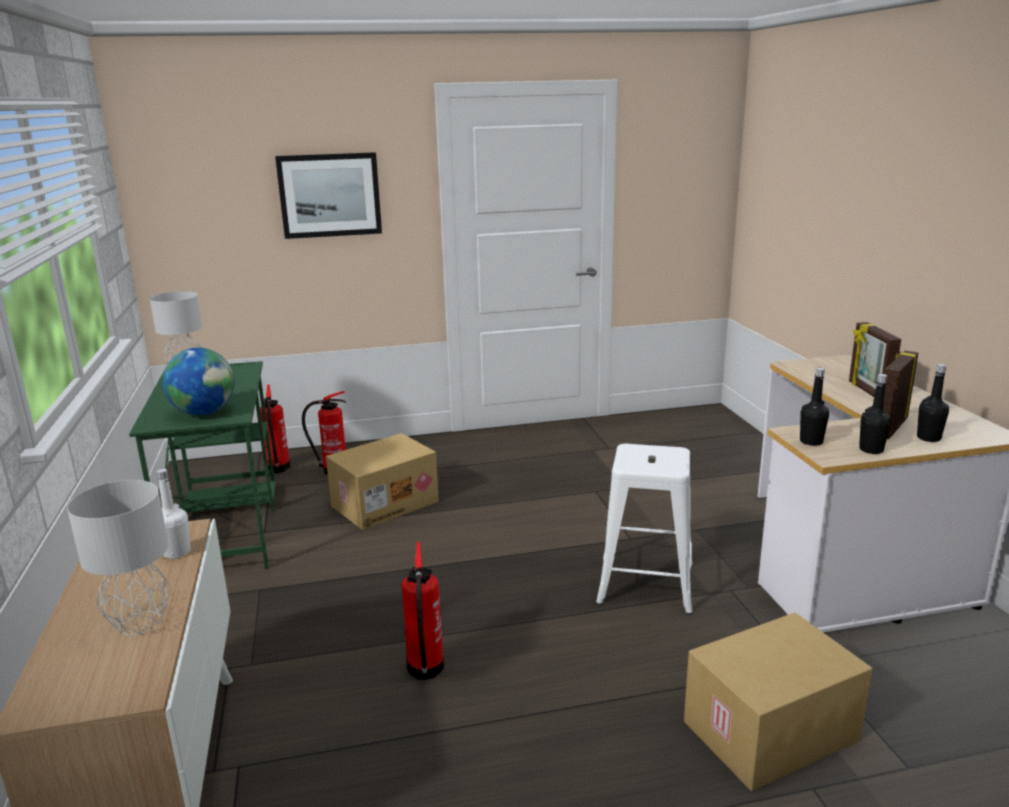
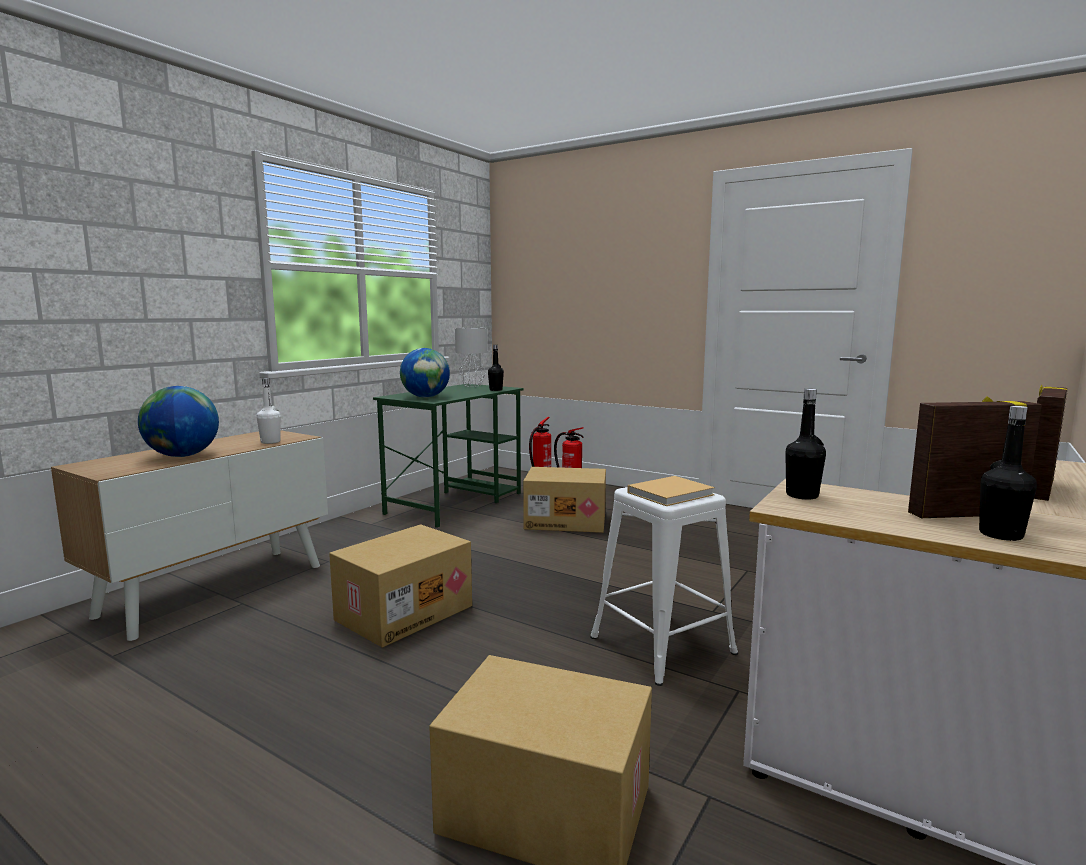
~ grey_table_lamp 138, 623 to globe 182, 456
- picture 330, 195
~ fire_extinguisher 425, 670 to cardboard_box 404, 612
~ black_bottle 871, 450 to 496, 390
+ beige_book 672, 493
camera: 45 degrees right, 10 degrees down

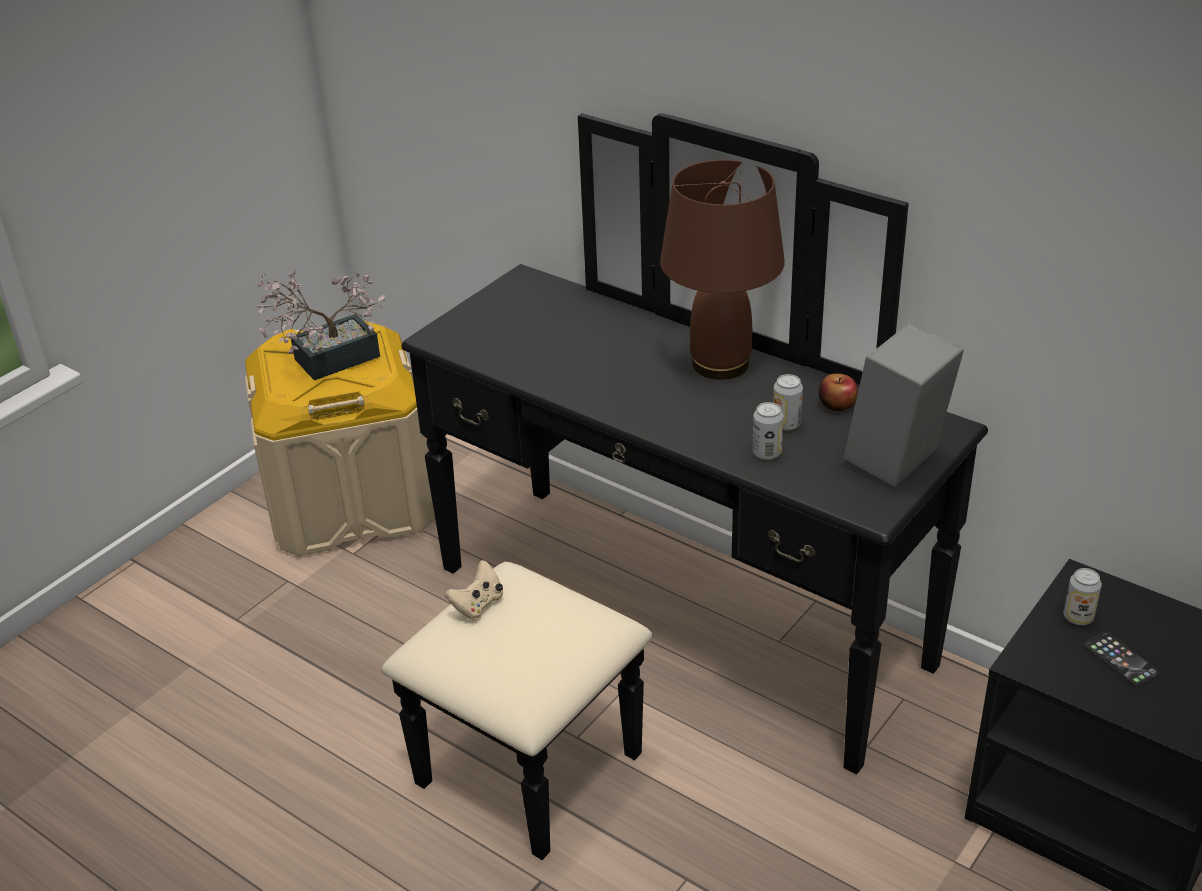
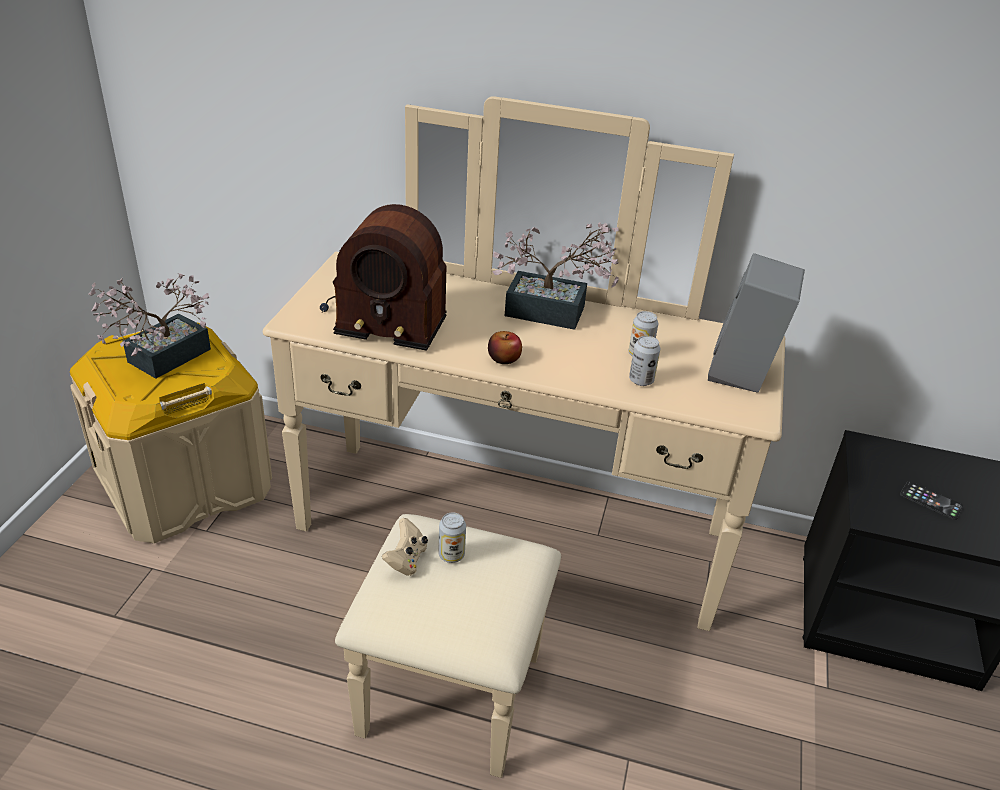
~ black_dresser 649, 648 to beige_dresser 502, 562
~ brown_table_lamp 719, 364 to potted_plant 554, 313
~ apple 837, 404 to 504, 358
~ can 1078, 617 to 451, 555
+ radio 383, 312
camera: 25 degrees left, 0 degrees up

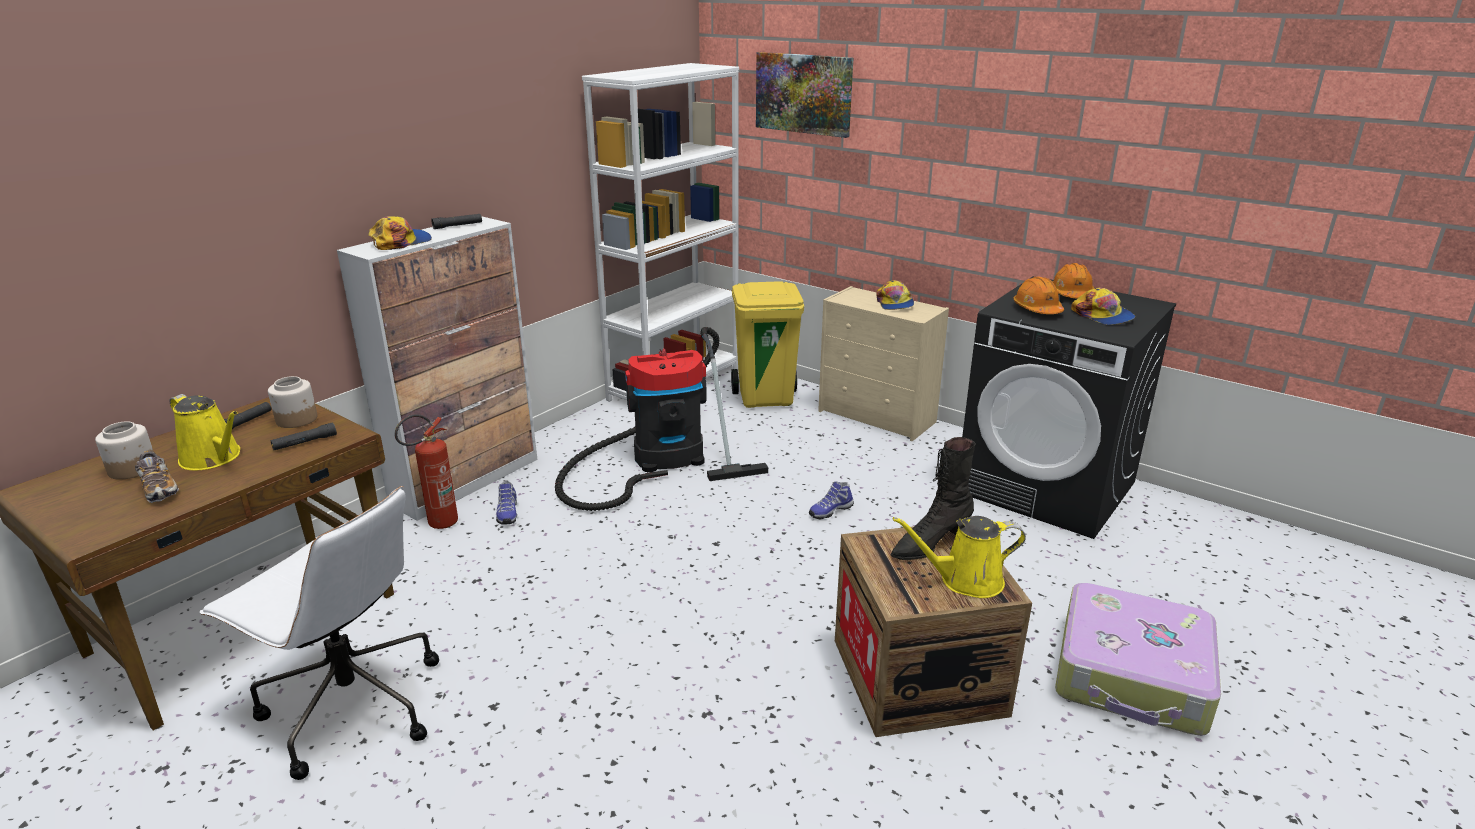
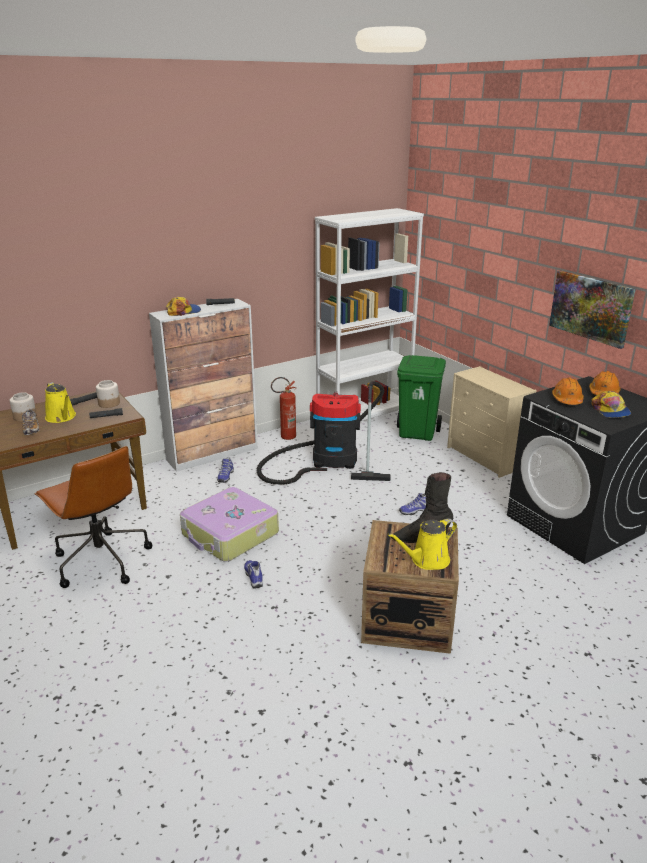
~ white_office_chair 350, 708 to brown_office_chair 100, 560
~ fire_extinguisher 437, 525 to 285, 437
~ yellow_trash_can 766, 398 to green_trash_can 418, 433
~ picture 804, 93 to 591, 308
- cap 894, 303
~ yellow_watering_can 965, 580 = 427, 560 45 degrees counterclockwise
~ suitcase 1132, 676 to 229, 535
+ shoe 254, 577
camera: 20 degrees right, 0 degrees up

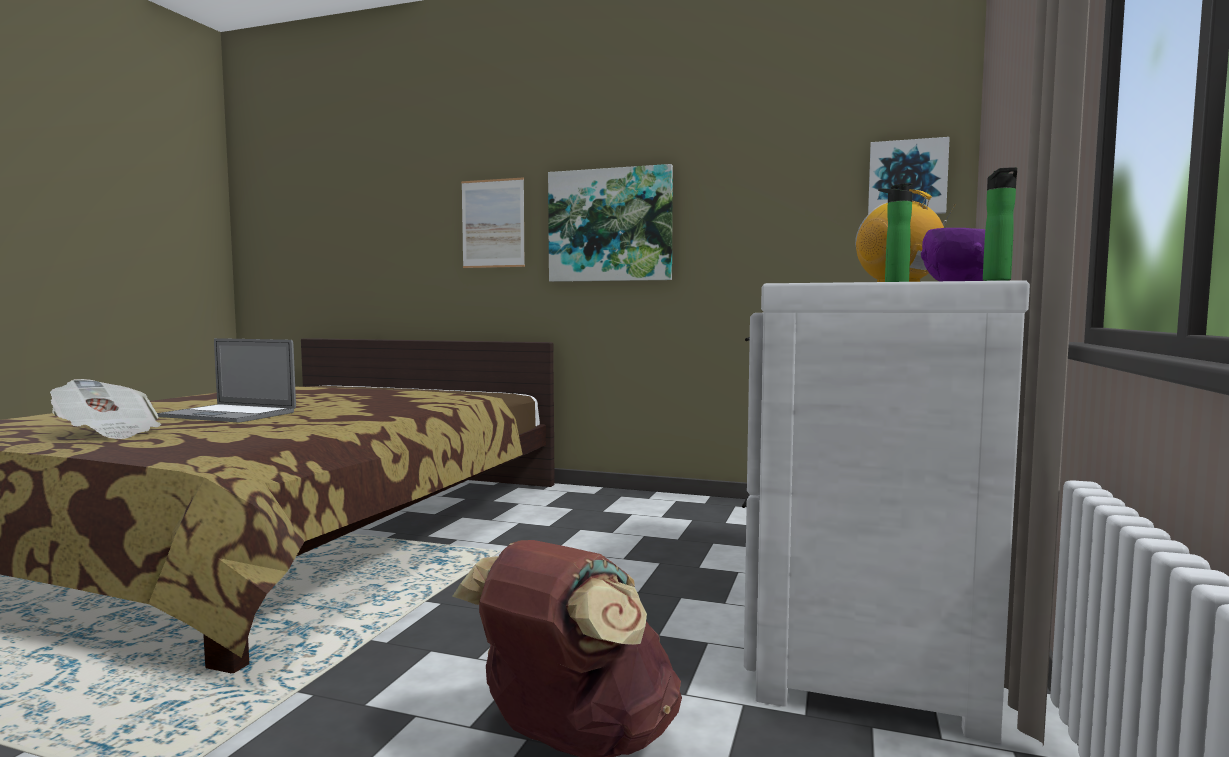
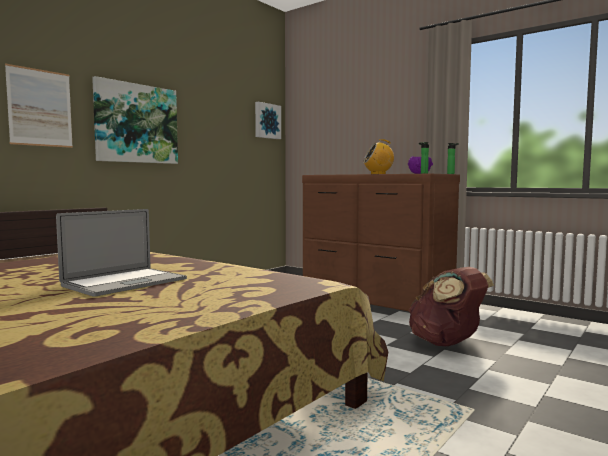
- newspaper 108, 433
~ white_dresser 858, 622 to brown_dresser 375, 301
camera: 70 degrees left, 0 degrees up

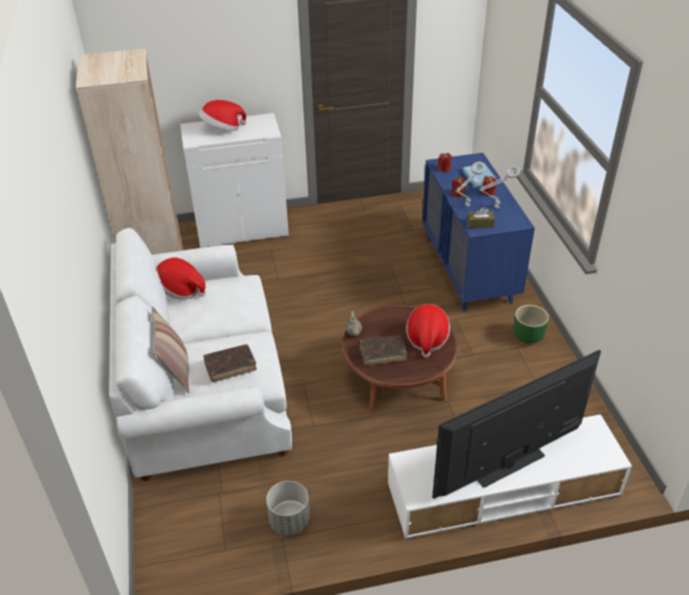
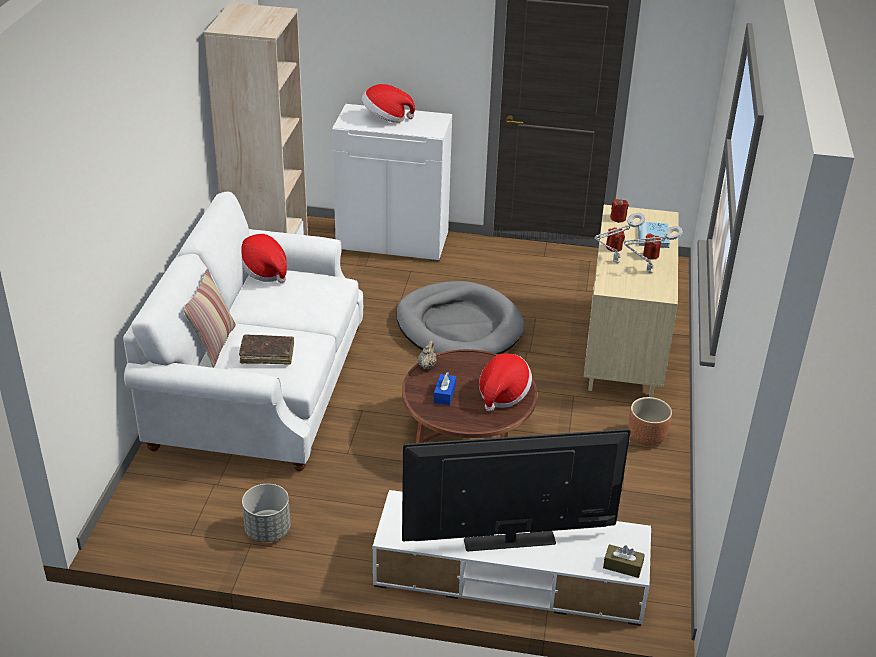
~ brown_book 382, 353 to blue_tissue_box 444, 394
~ blue_dresser 468, 270 to beige_dresser 624, 349
~ brown_tissue_box 480, 224 to 622, 566
~ green_planter 528, 336 to brown_planter 647, 437
+ grey_dog_bed 459, 326
camera: 20 degrees right, 5 degrees down

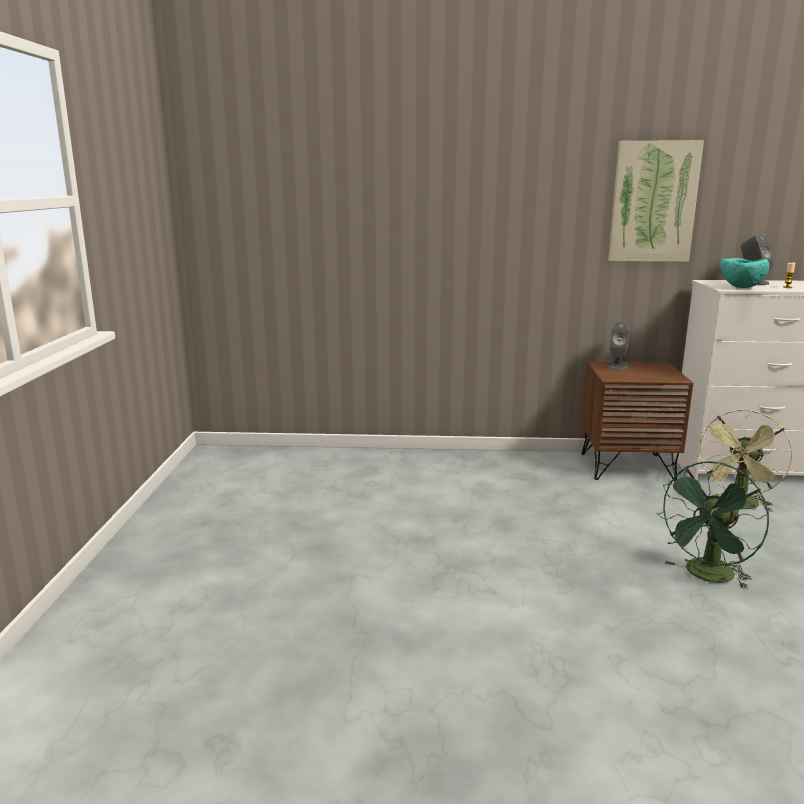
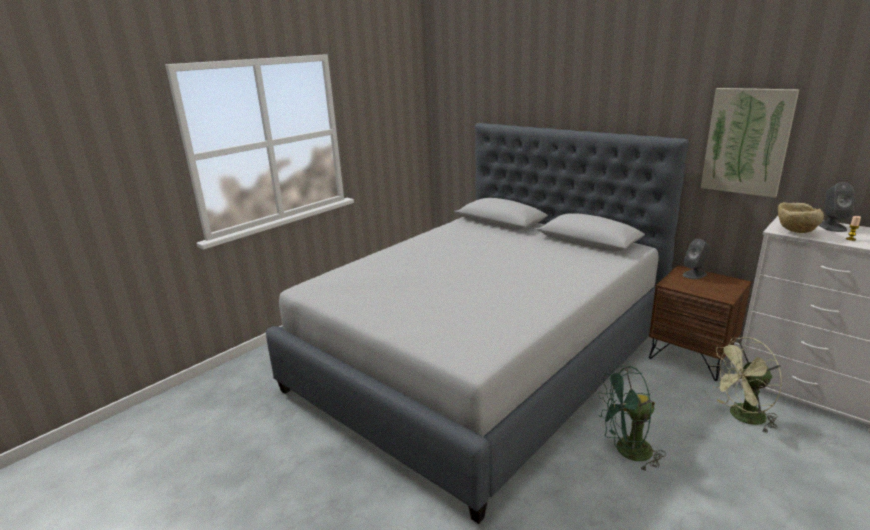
~ turquoise_bowl 740, 288 to beige_bowl 794, 232
+ grey_bed 481, 360
camera: 40 degrees right, 5 degrees up

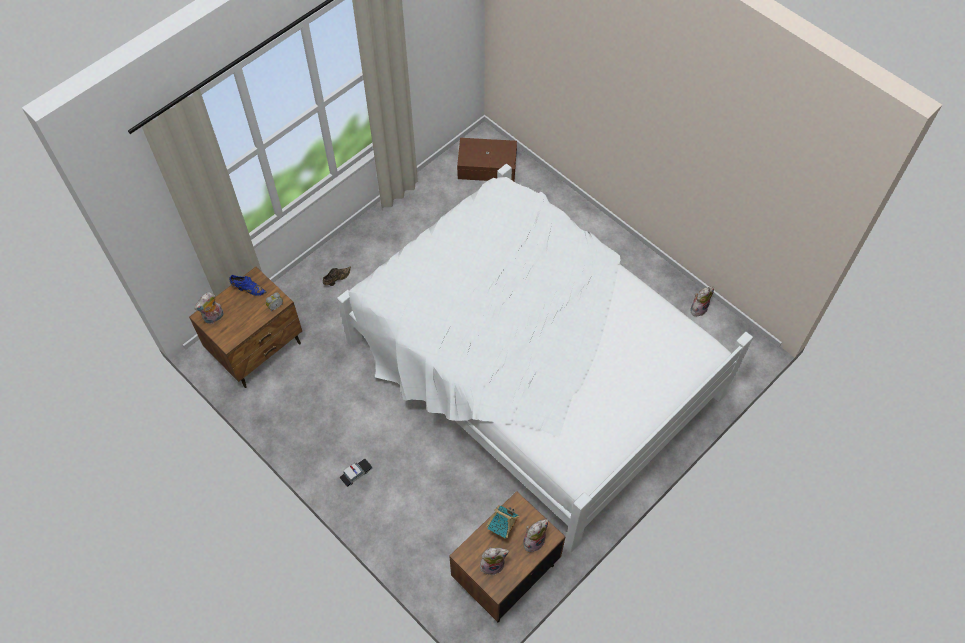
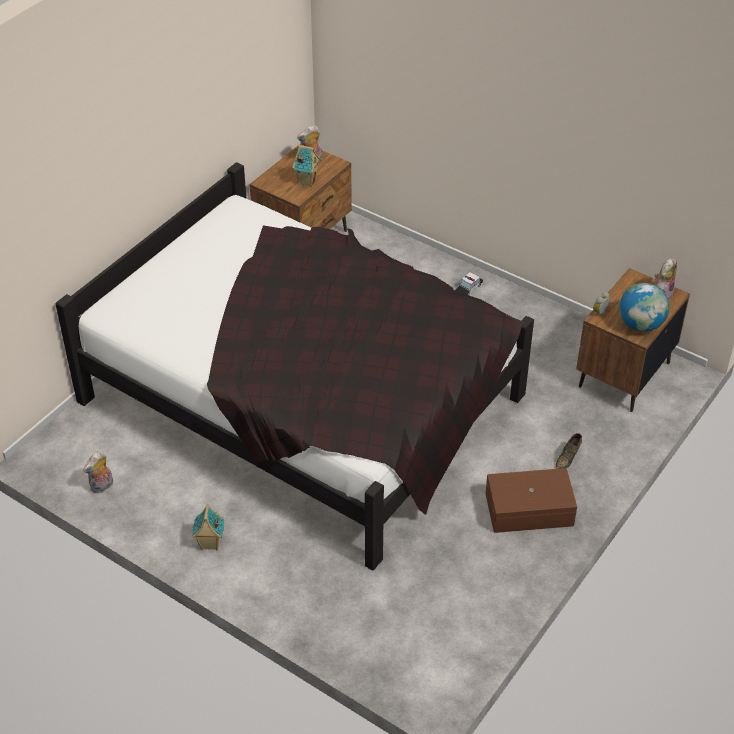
~ blue_shoe 248, 289 to globe 640, 325
~ white_bed 531, 367 to black_bed 305, 398
~ brown_storage_box 486, 165 to 530, 510
- plush_toy 533, 540
+ toy_house 210, 544
camera: 170 degrees right, 15 degrees down

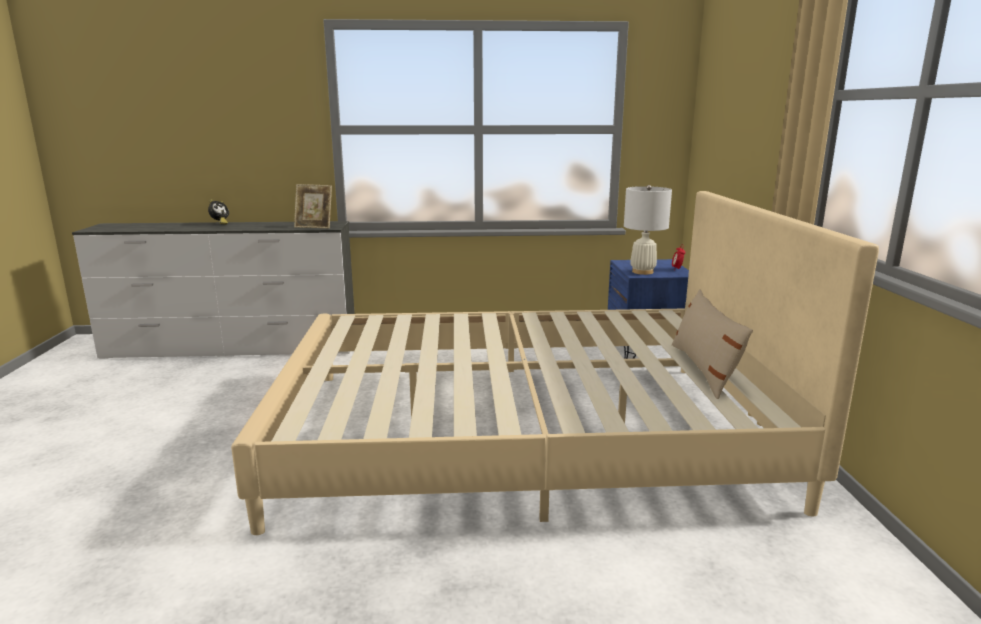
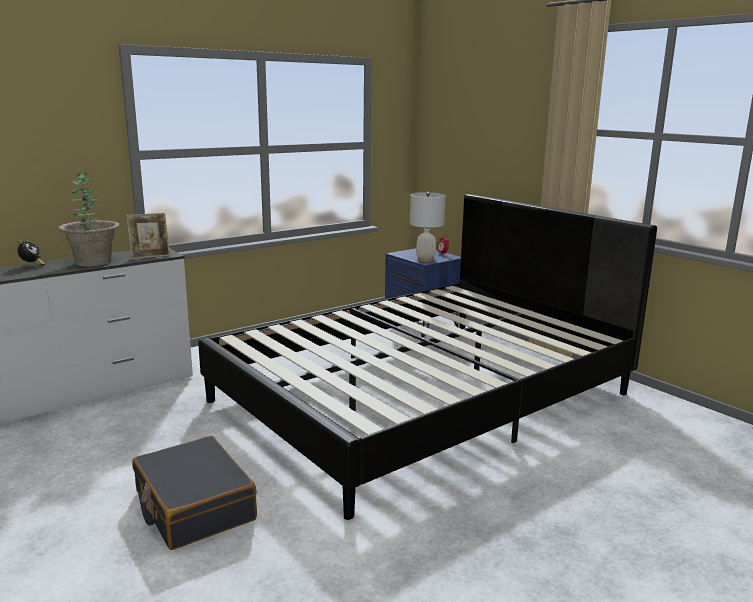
~ beige_bed 523, 434 to black_bed 423, 397
- beige_pillow 704, 369
+ potted_plant 93, 262
+ black_suitcase 194, 506
camera: 35 degrees left, 0 degrees up

